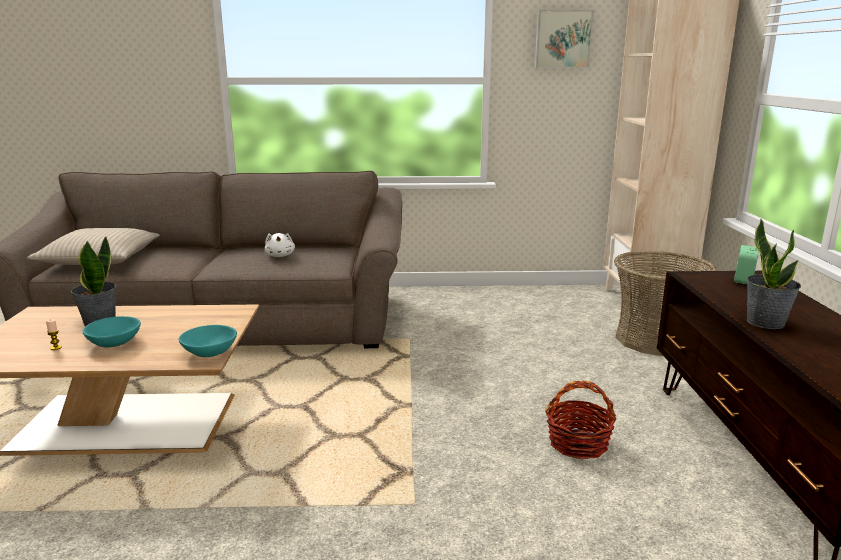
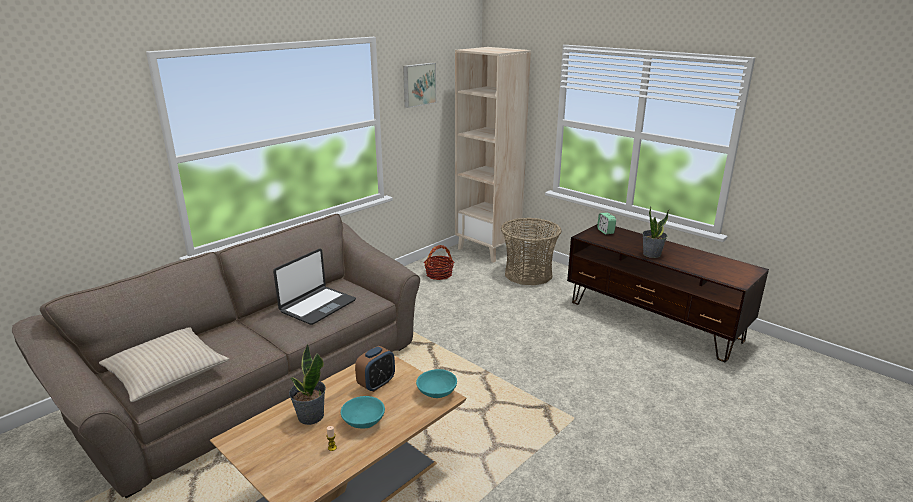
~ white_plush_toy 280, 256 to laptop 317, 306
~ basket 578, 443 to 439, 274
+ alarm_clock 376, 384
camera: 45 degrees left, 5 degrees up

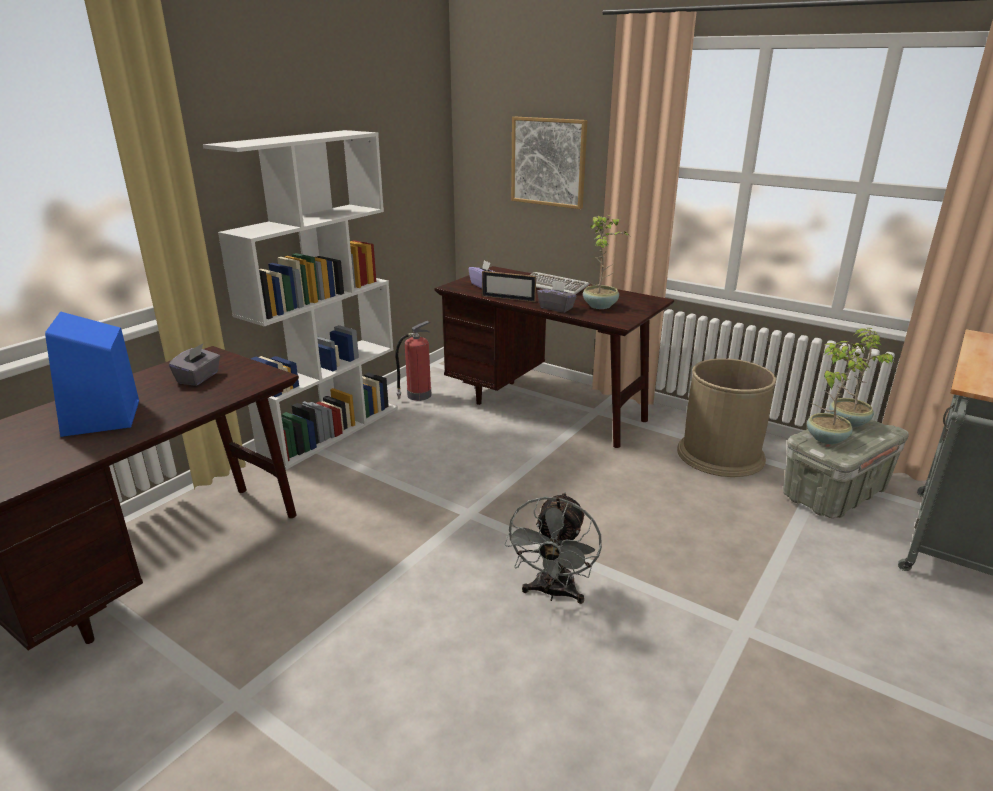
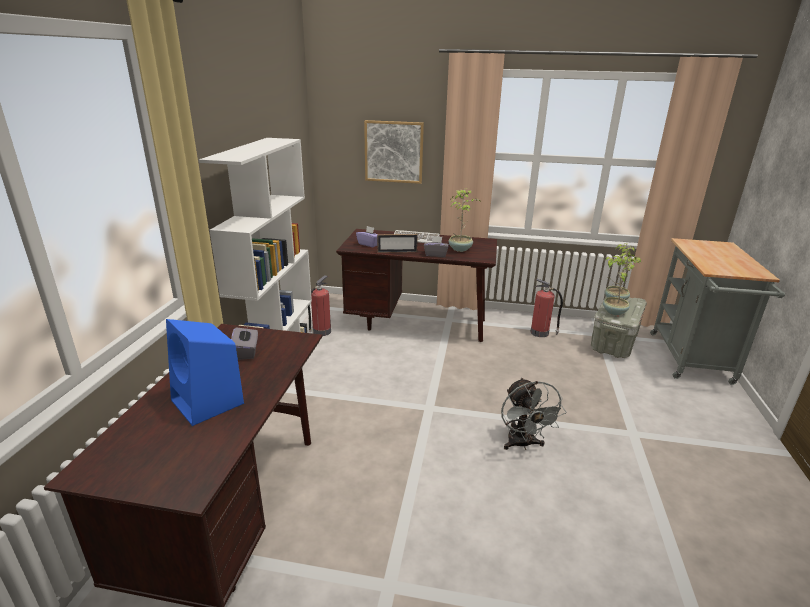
~ brown_trash_can 720, 454 to fire_extinguisher 540, 333
camera: 25 degrees left, 0 degrees up

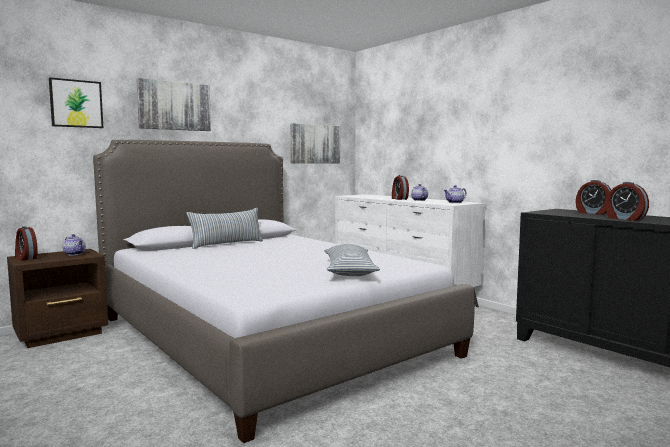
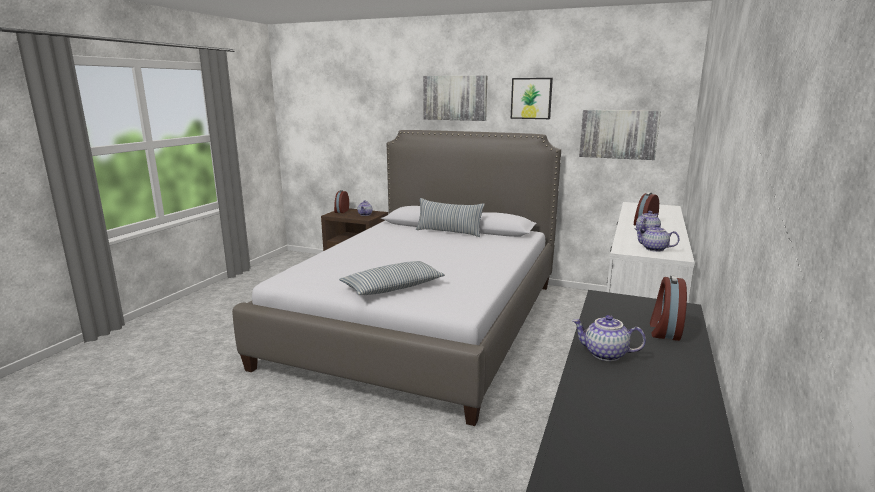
~ picture 76, 104 to 531, 98
~ alarm_clock 625, 219 to teapot 605, 354
camera: 60 degrees right, 10 degrees up

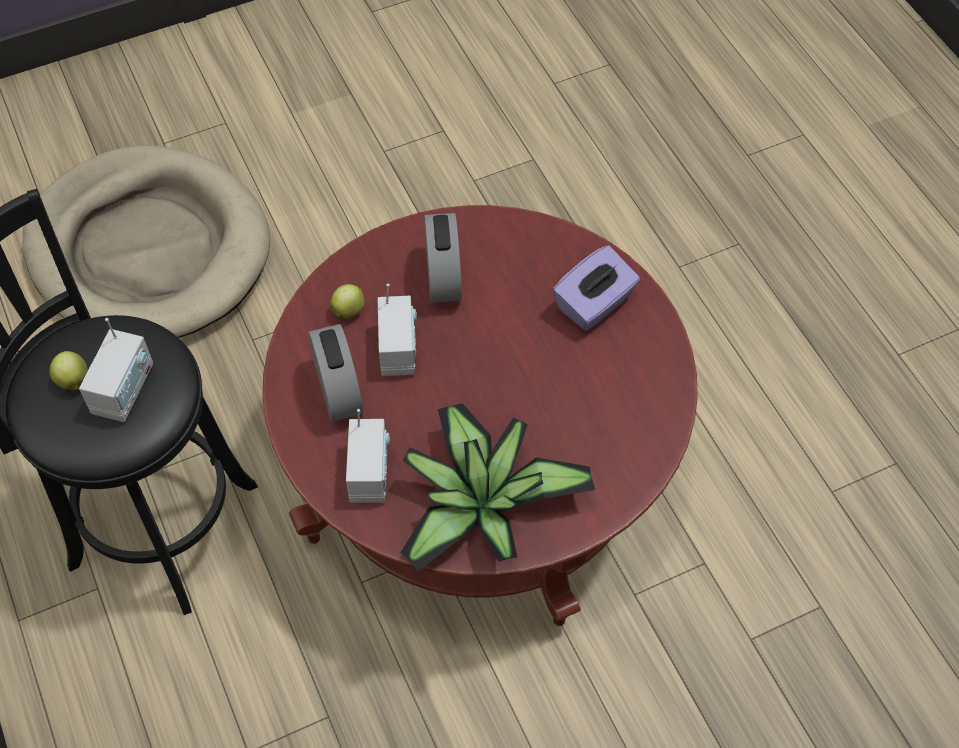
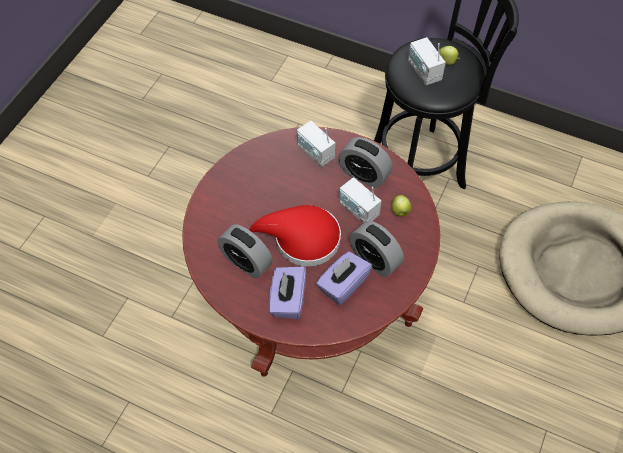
- potted_plant 482, 503
+ alarm_clock 246, 262
+ red_hat 301, 239
+ purple_tissue_box 343, 285
camera: 140 degrees right, 0 degrees up

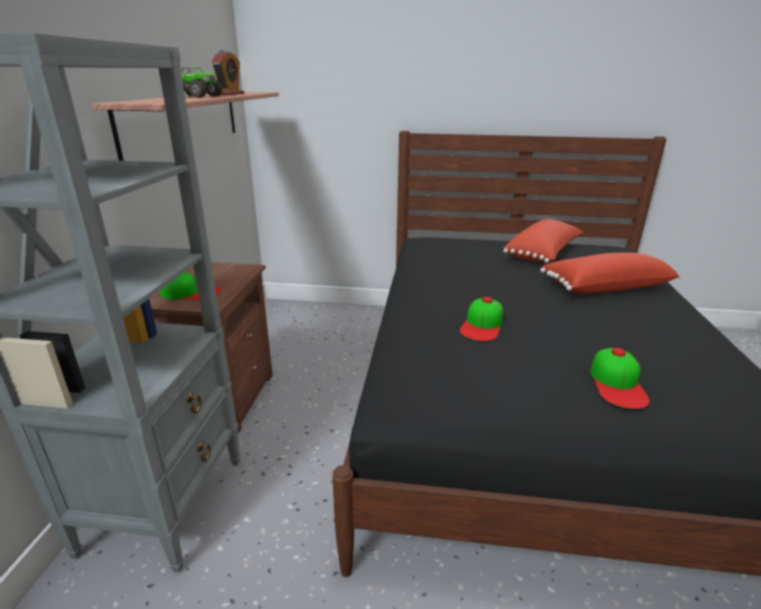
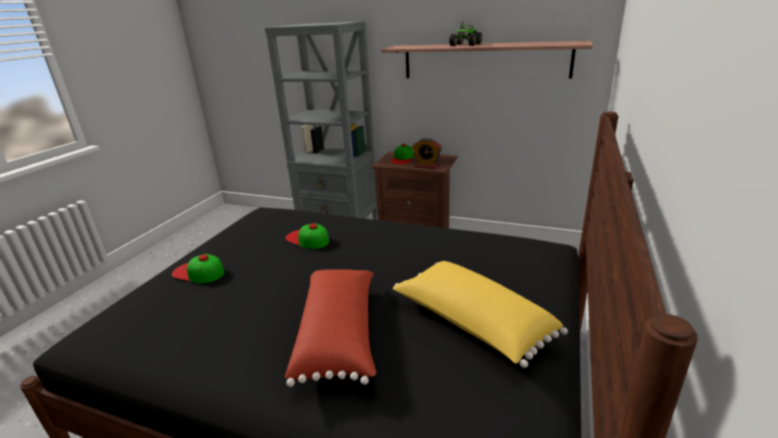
~ alarm_clock 230, 94 to 427, 166
~ red_pillow 543, 254 to yellow_pillow 471, 323
camera: 105 degrees right, 0 degrees up

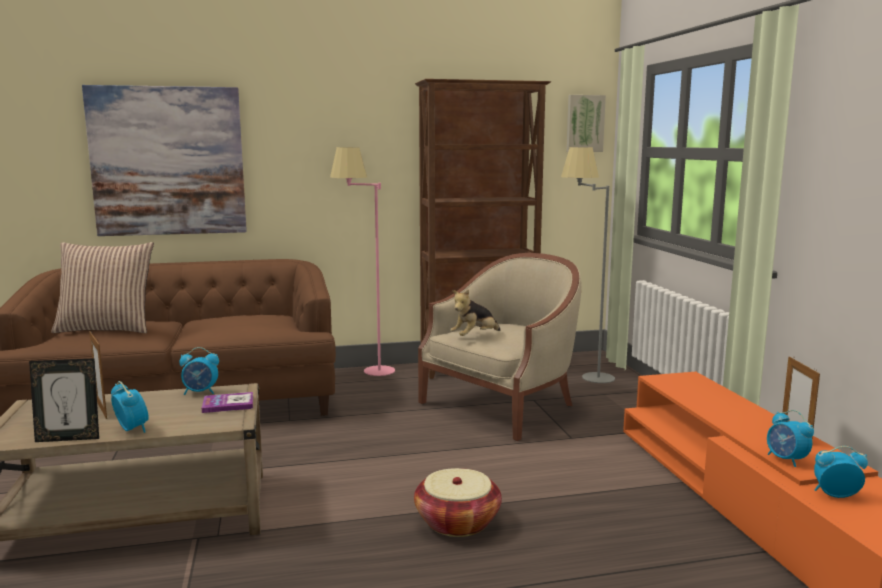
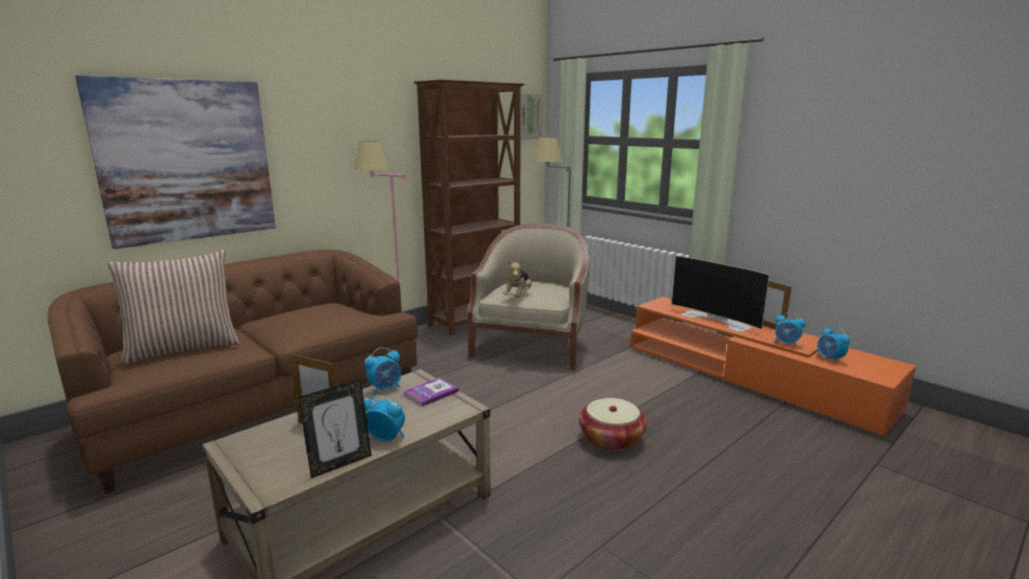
~ alarm_clock 835, 495 = 830, 359 90 degrees counterclockwise
+ television 717, 319
camera: 30 degrees left, 5 degrees up

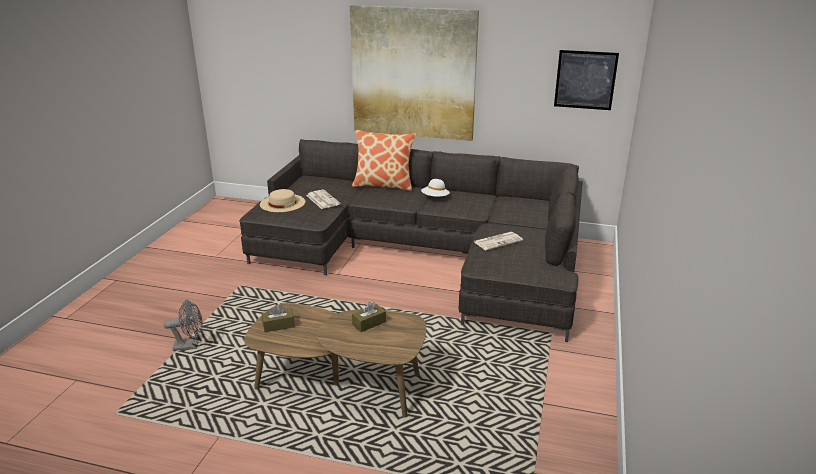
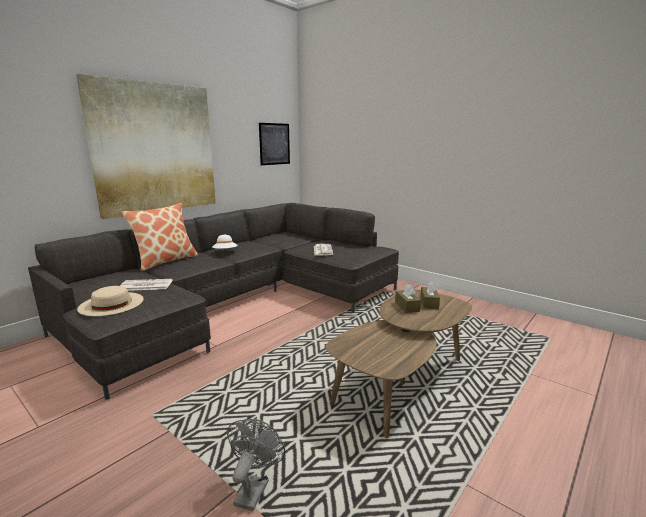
~ brown_tissue_box 278, 325 to 429, 303
camera: 65 degrees left, 10 degrees down

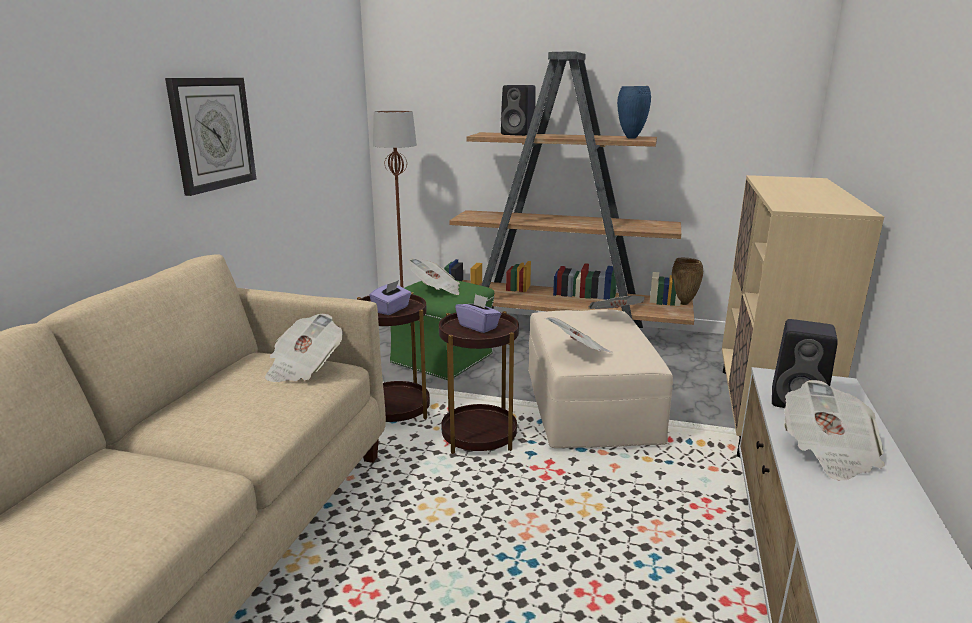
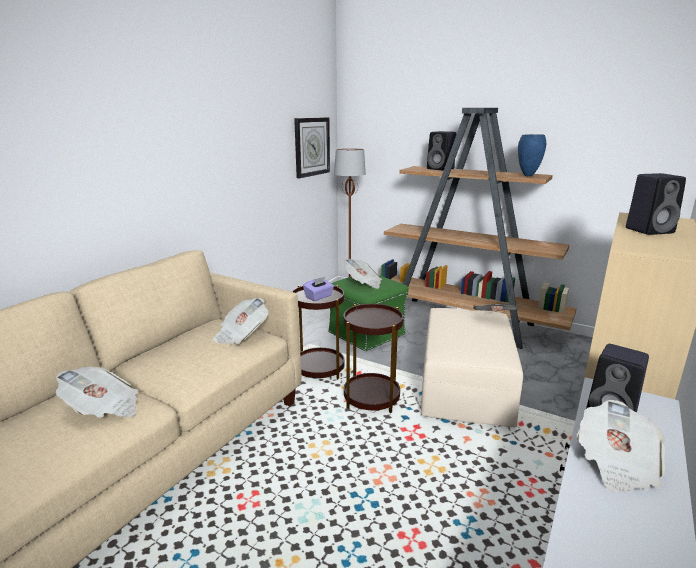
~ wall_clock 212, 133 to 311, 147
- purple_tissue_box 478, 326
~ newspaper 578, 351 to 104, 409
- brown_vase 684, 303
+ black_speaker 650, 230
camera: 15 degrees right, 0 degrees up

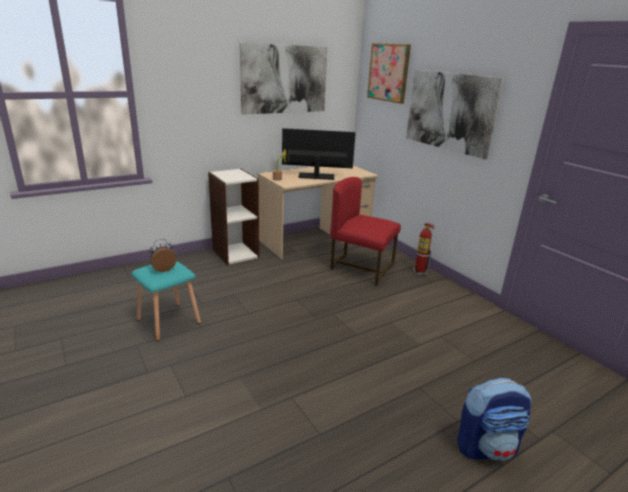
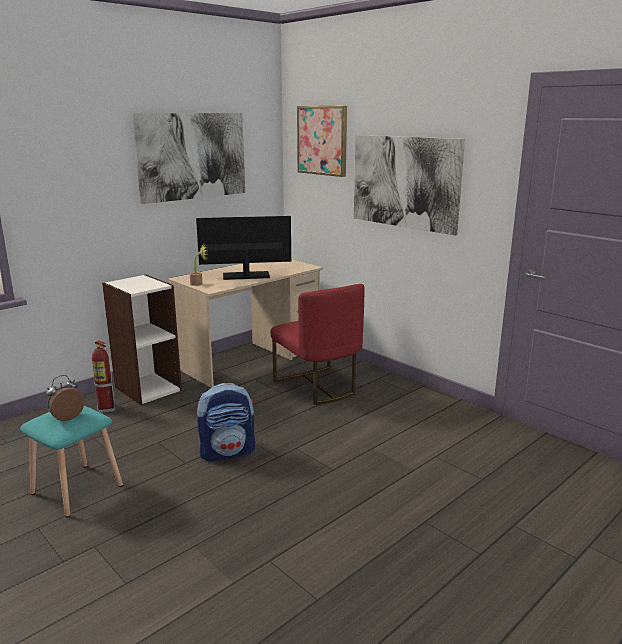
~ red_chair 361, 268 = 317, 387 135 degrees counterclockwise
~ fire_extinguisher 419, 272 to 106, 409
~ backpack 486, 447 to 228, 452
camera: 10 degrees left, 5 degrees down

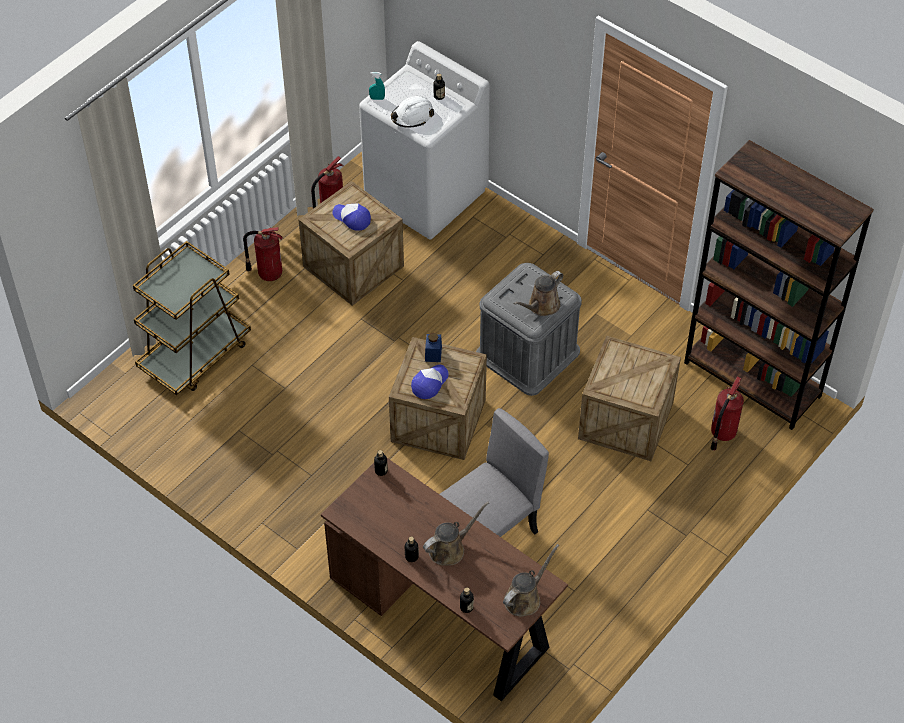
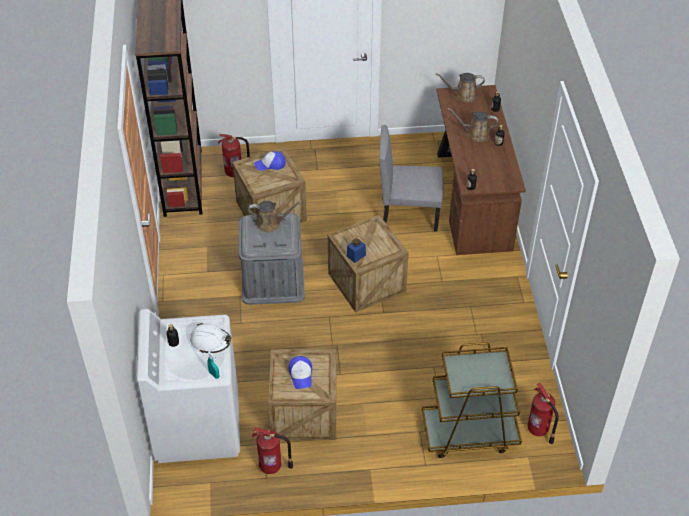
~ fire_extinguisher 268, 273 to 538, 430
~ cap 429, 383 to 270, 164
camera: 135 degrees left, 5 degrees down

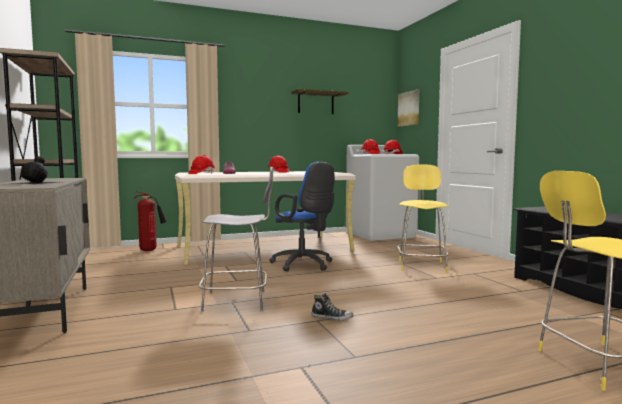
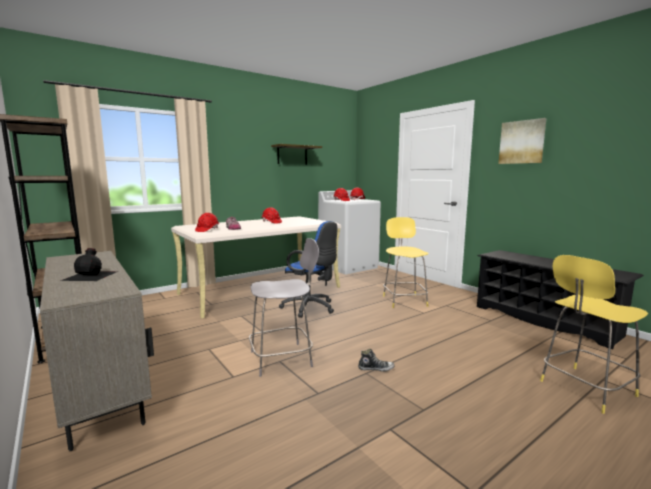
- fire_extinguisher 150, 250
~ picture 409, 108 to 522, 142
camera: 15 degrees left, 5 degrees up

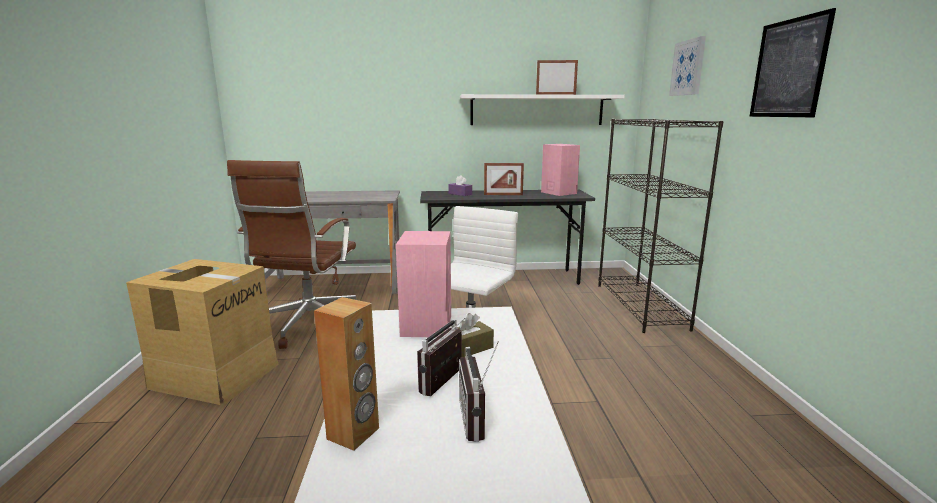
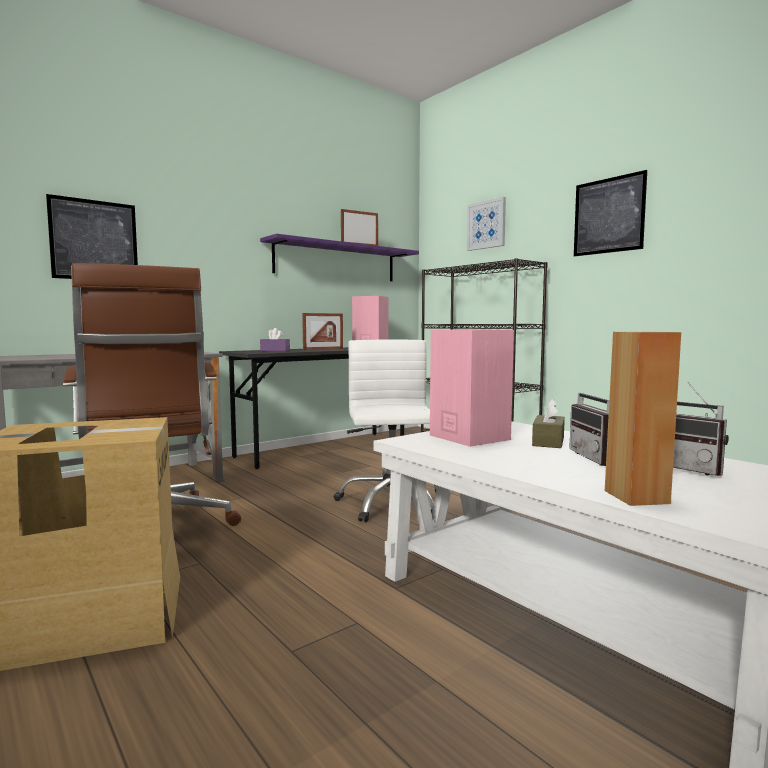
~ white_shelf 537, 110 to purple_shelf 337, 262
+ picture 94, 240
camera: 35 degrees left, 10 degrees down

